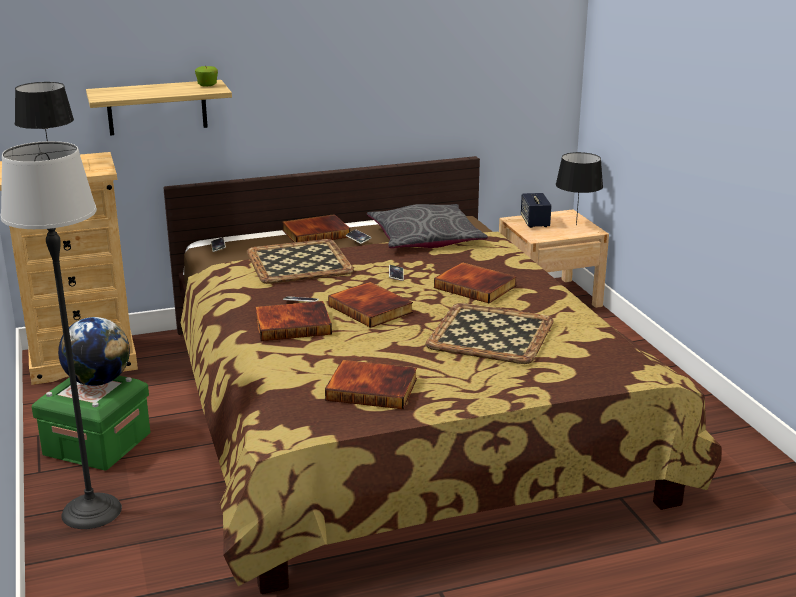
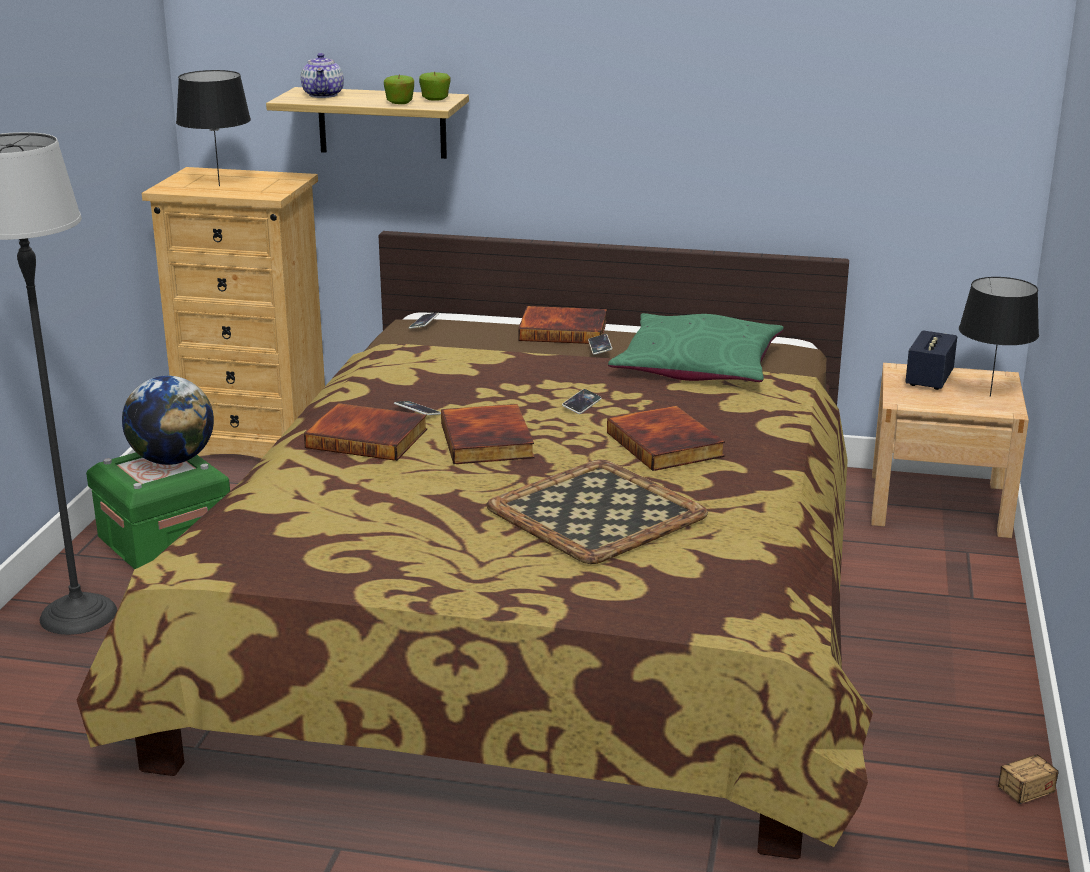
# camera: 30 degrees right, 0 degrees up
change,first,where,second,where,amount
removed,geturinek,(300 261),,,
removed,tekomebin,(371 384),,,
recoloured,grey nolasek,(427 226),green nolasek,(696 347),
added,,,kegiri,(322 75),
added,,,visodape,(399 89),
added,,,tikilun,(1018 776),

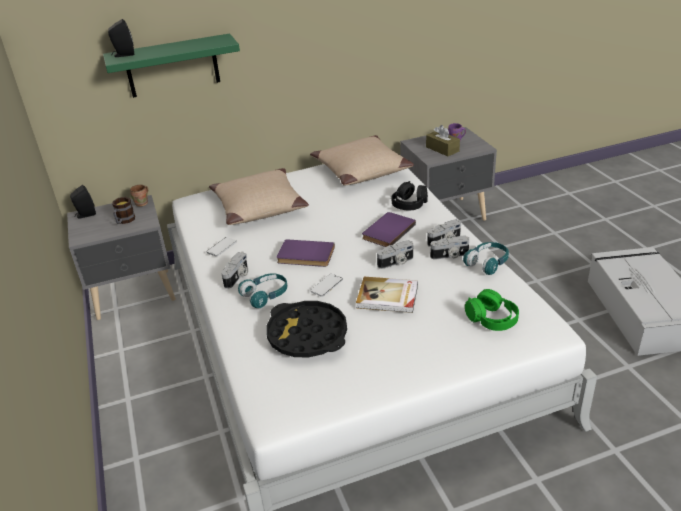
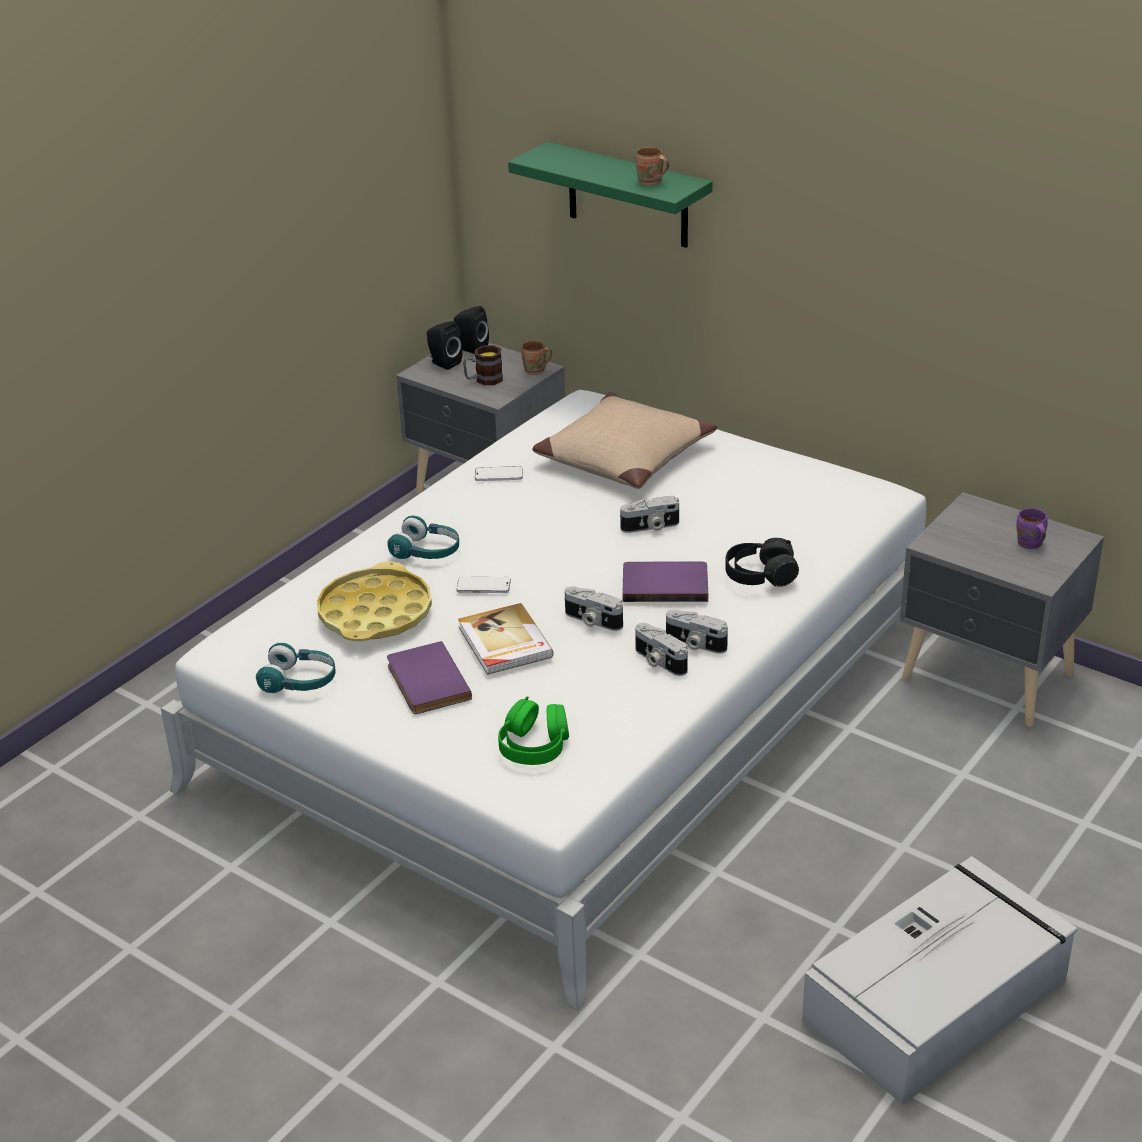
# camera: 55 degrees right, 0 degrees up
change,first,where,second,where,amount
moved,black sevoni,(121 38),,(445 345),
moved,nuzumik,(234 270),,(649 514),
recoloured,black geturinek,(306 329),yellow geturinek,(374 601),
moved,purple tekomebin,(306 253),,(429 677),
removed,beige nolasek,(362 160),,,
removed,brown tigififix,(443 140),,,
moved,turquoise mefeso,(486 258),,(296 668),
added,,,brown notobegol,(652 166),

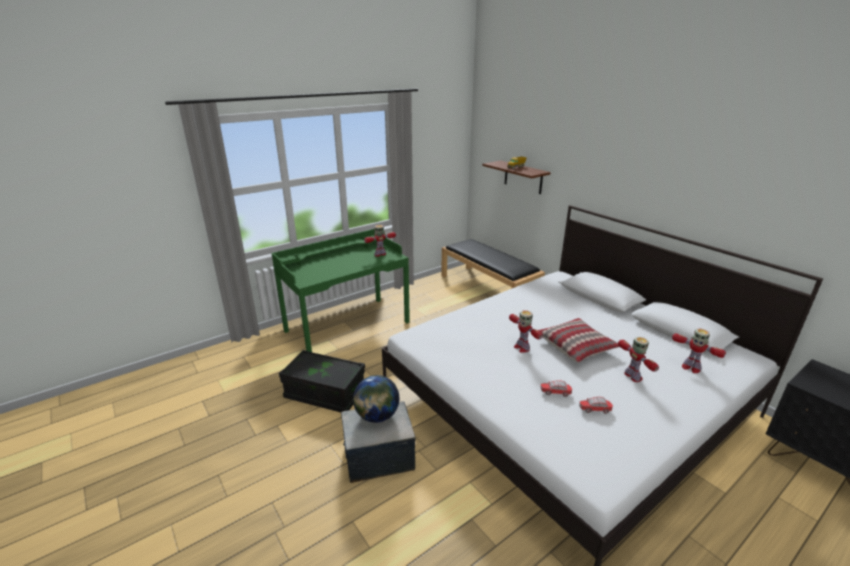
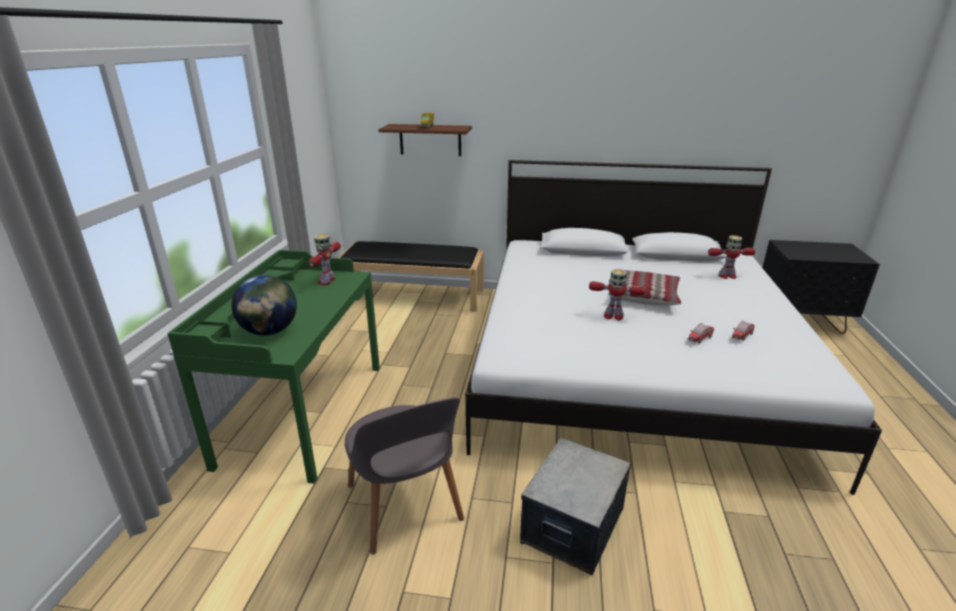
# camera: 45 degrees left, 0 degrees up
change,first,where,second,where,amount
replaced,black tikilun,(322 381),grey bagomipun,(404 476),
moved,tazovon,(376 399),,(264 305),
removed,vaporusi,(638 359),,,

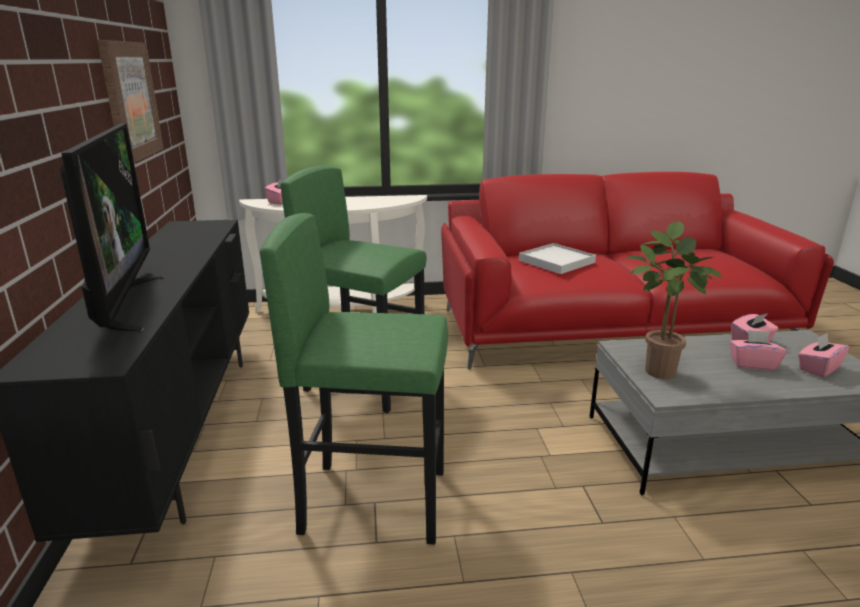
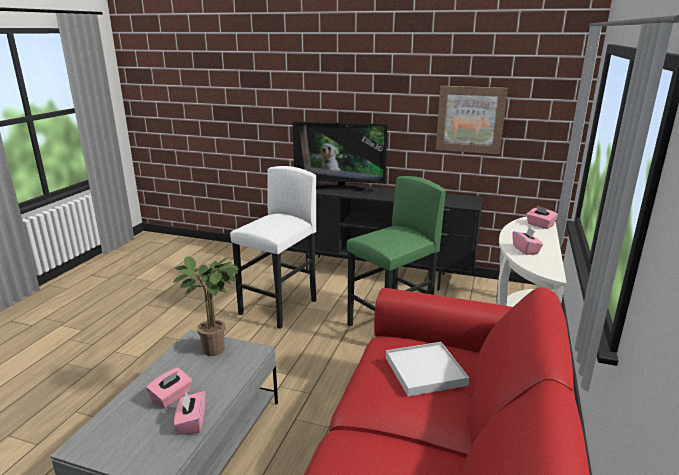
# camera: 115 degrees right, 0 degrees up
change,first,where,second,where,amount
recoloured,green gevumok,(354 379),white gevumok,(273 247),
moved,pink tigififix,(823 355),,(527 241),

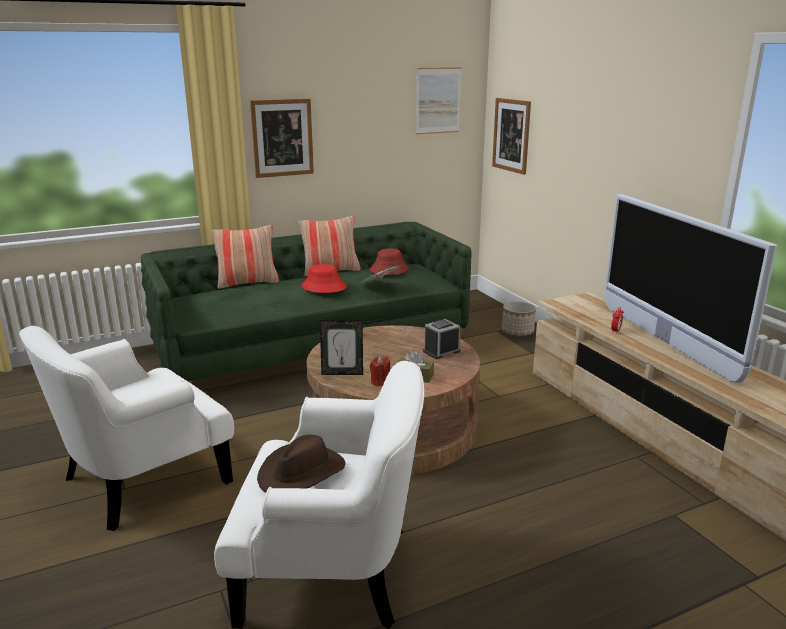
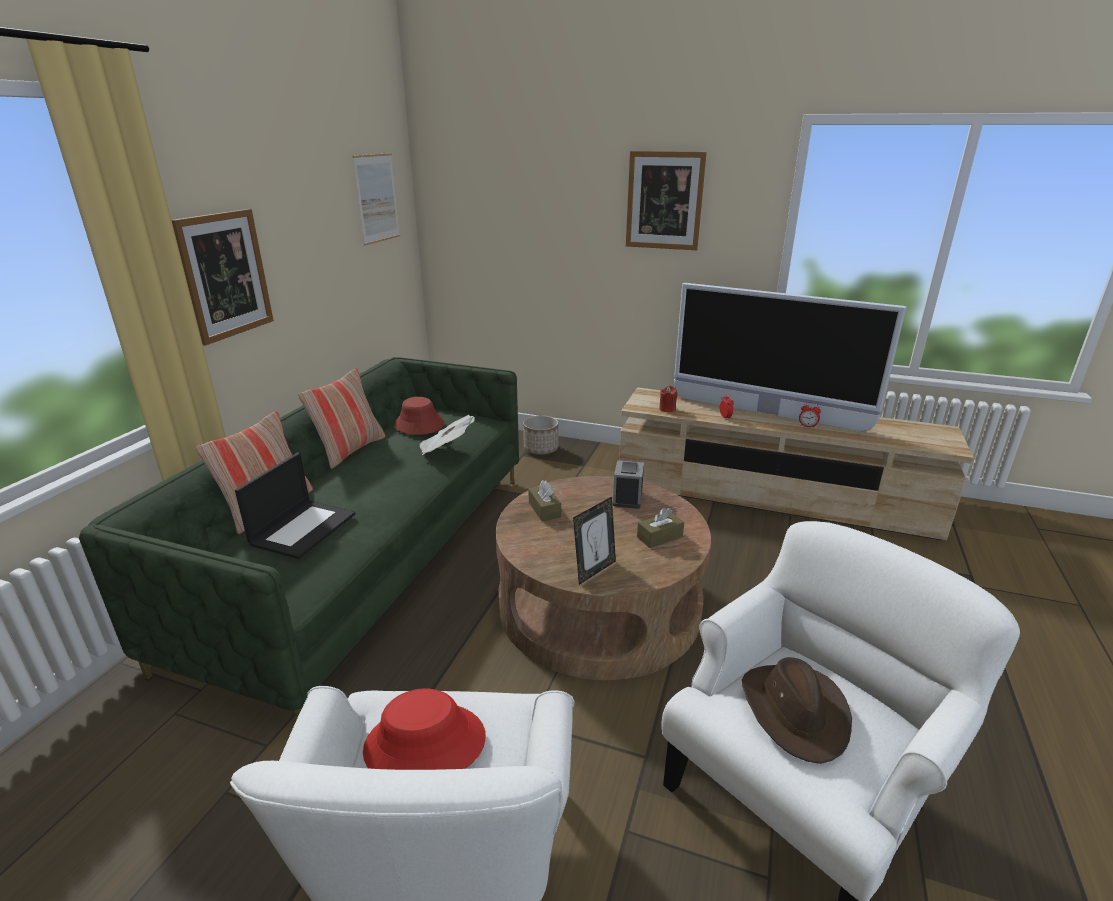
# camera: 45 degrees left, 5 degrees up
change,first,where,second,where,amount
moved,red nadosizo,(324 278),,(424 729),
moved,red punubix,(380 371),,(668 399),
moved,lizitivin,(511 136),,(666 200),
added,,,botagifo,(295 505),
added,,,brown tigififix,(544 500),
added,,,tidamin,(810 415),

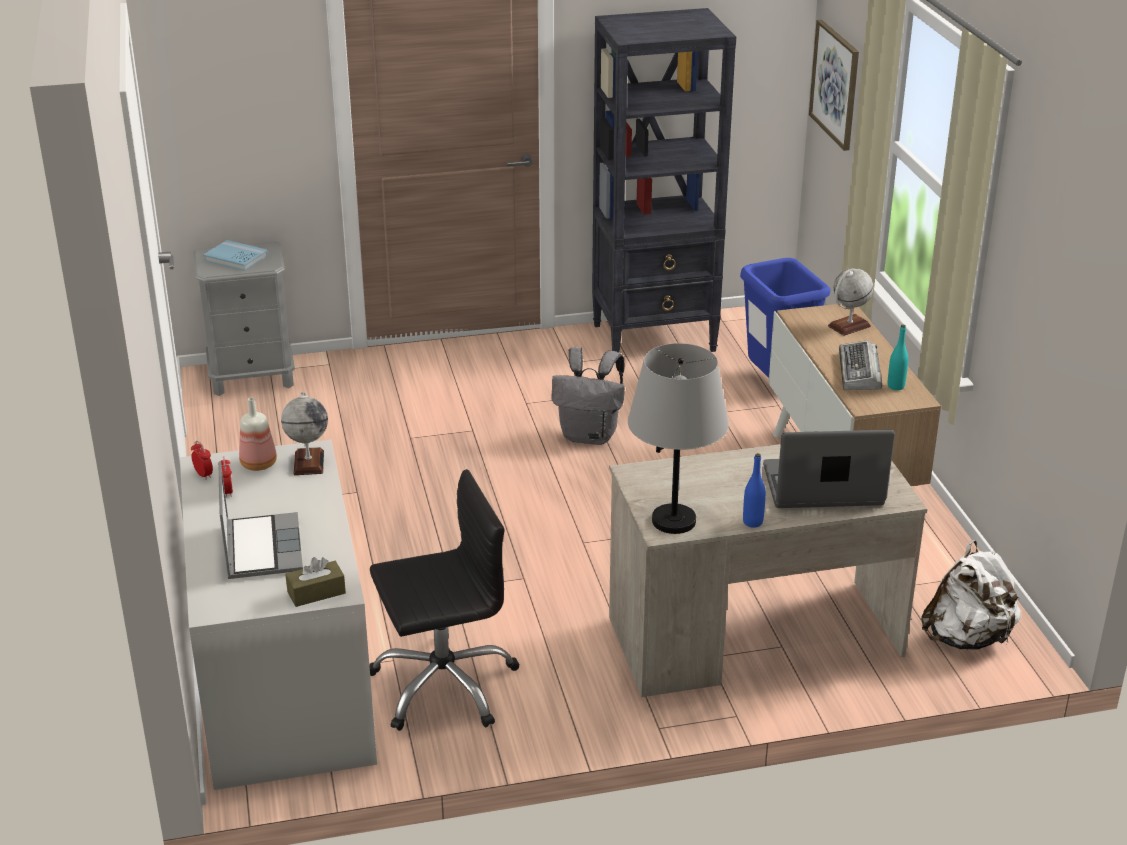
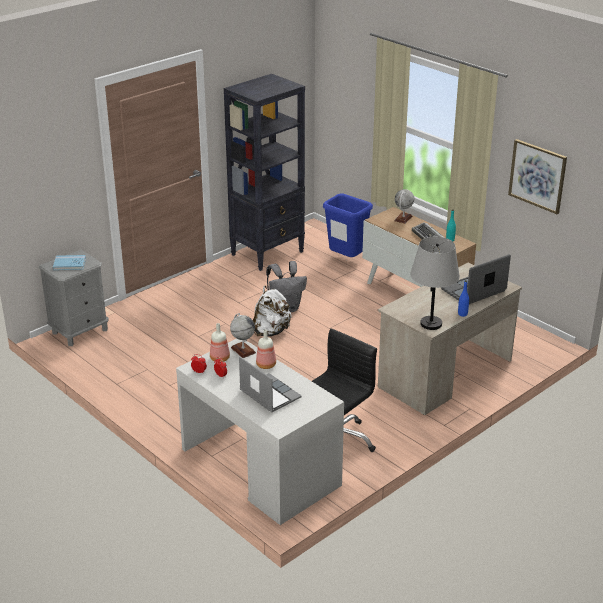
# camera: 30 degrees left, 0 degrees up
change,first,where,second,where,amount
removed,brown tigififix,(315 582),,,
moved,lizitivin,(834 85),,(537 176),
moved,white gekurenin,(971 595),,(272 311),
added,,,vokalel,(266 349),

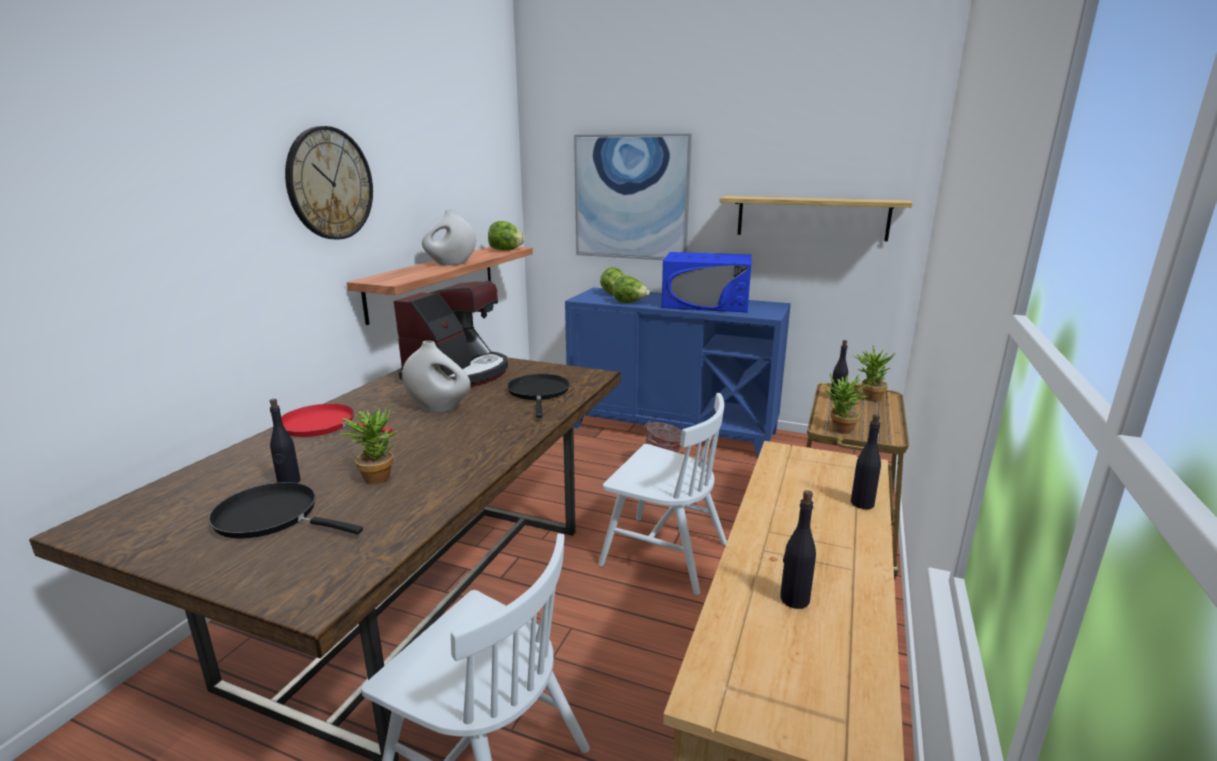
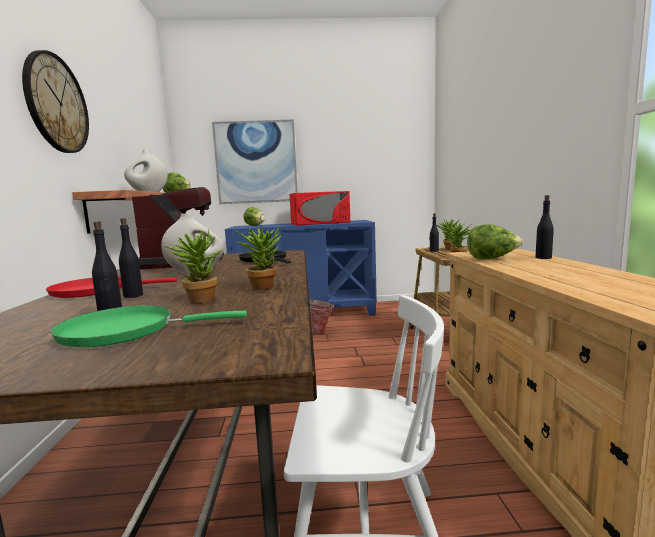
# camera: 25 degrees left, 10 degrees down
change,first,where,second,where,amount
recoloured,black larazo,(285 510),green larazo,(148 326),
removed,white bagomipun,(662 494),,,
moved,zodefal,(631 289),,(495 241),
recoloured,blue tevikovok,(707 282),red tevikovok,(319 208),
removed,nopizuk,(816 218),,,
moved,black vokalel,(798 549),,(131 258),
added,,,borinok,(258 257),

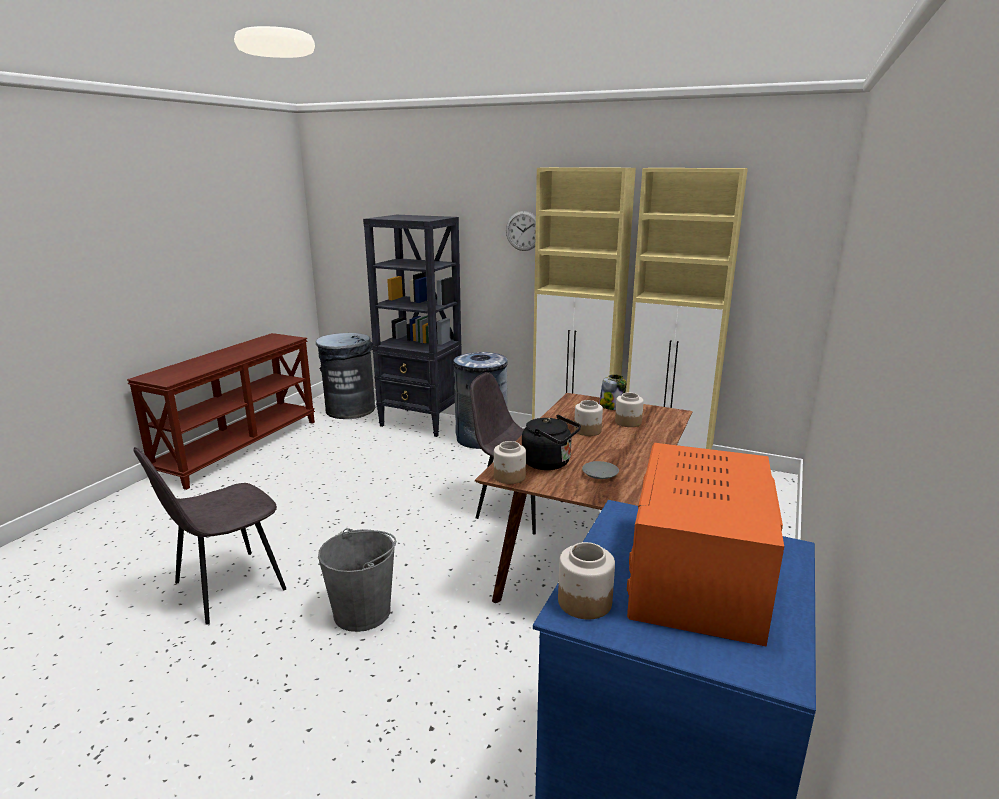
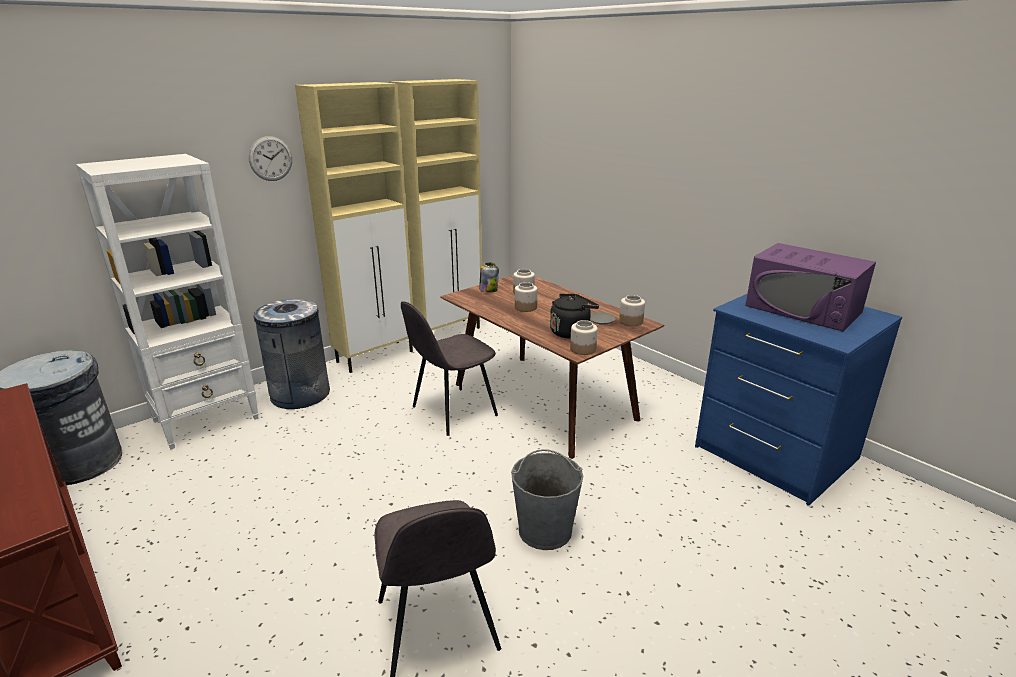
# camera: 65 degrees left, 5 degrees up
change,first,where,second,where,amount
recoloured,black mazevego,(412 326),white mazevego,(167 301),
moved,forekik,(586 580),,(632 310),
recoloured,orange tevikovok,(705 545),purple tevikovok,(810 287),

